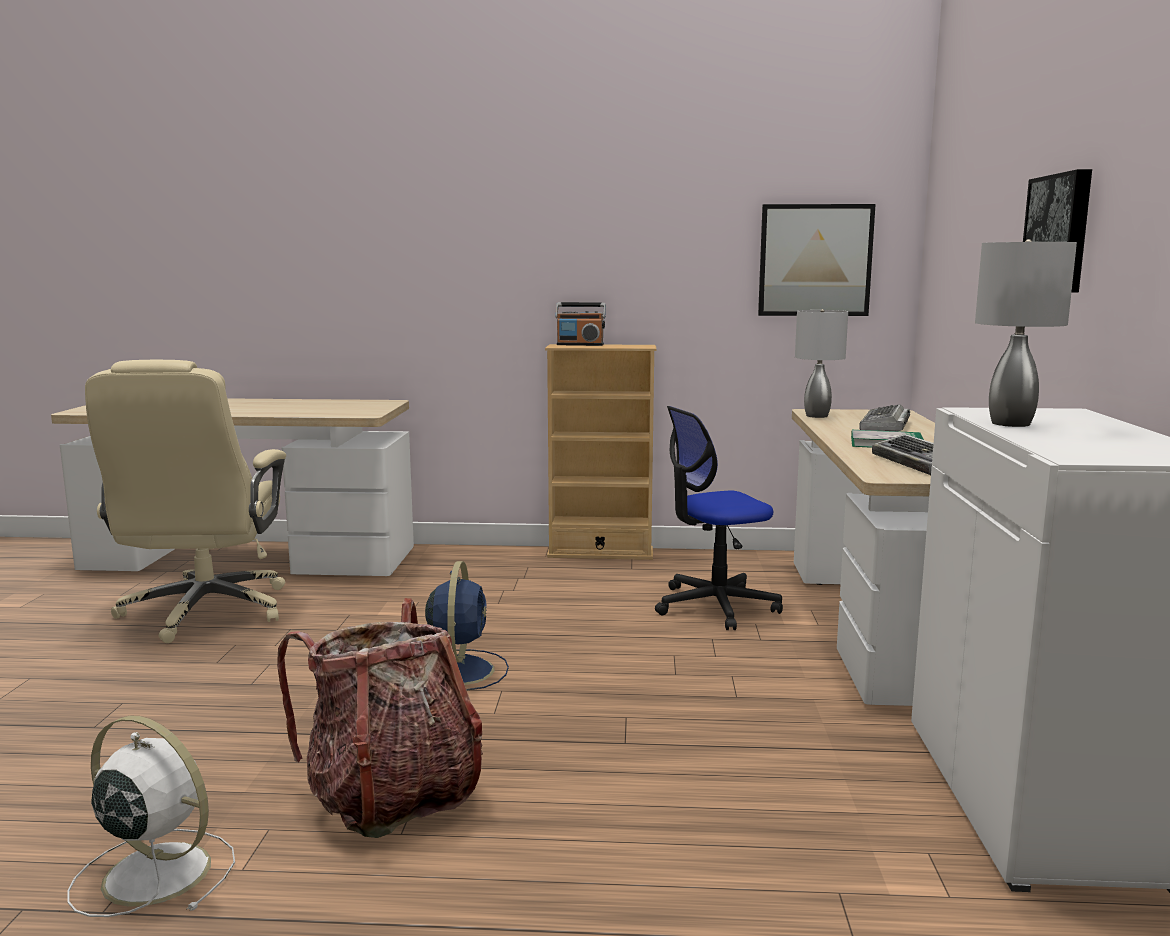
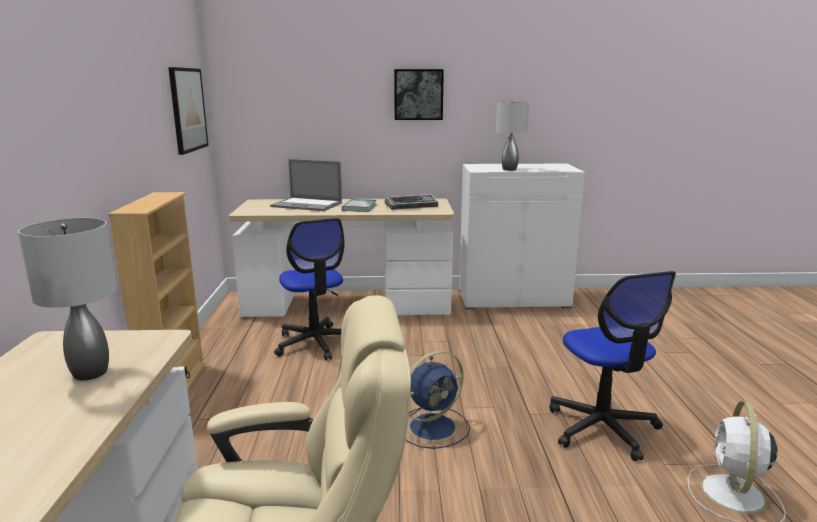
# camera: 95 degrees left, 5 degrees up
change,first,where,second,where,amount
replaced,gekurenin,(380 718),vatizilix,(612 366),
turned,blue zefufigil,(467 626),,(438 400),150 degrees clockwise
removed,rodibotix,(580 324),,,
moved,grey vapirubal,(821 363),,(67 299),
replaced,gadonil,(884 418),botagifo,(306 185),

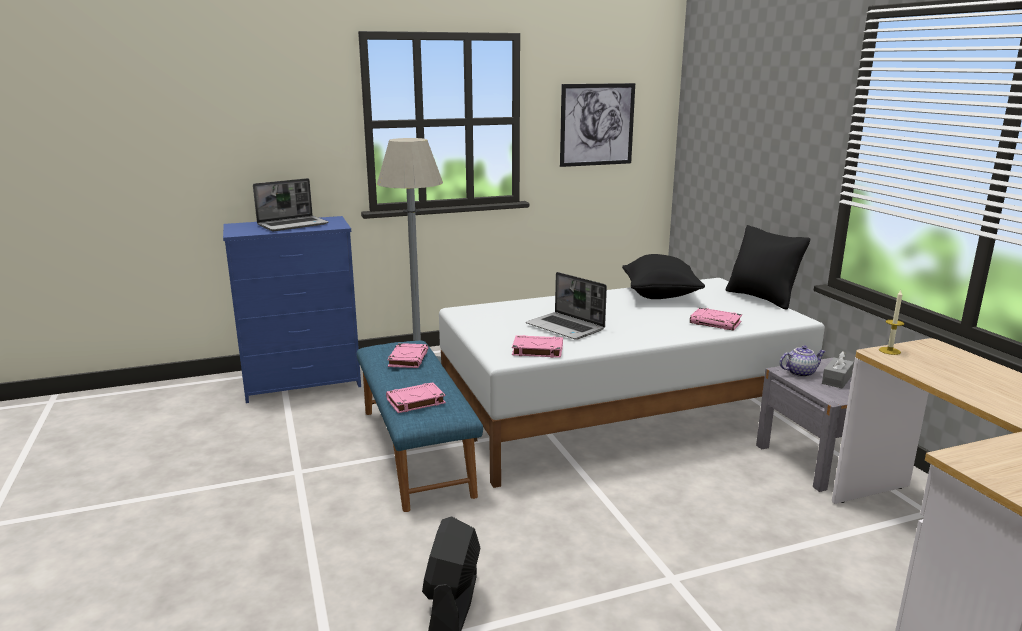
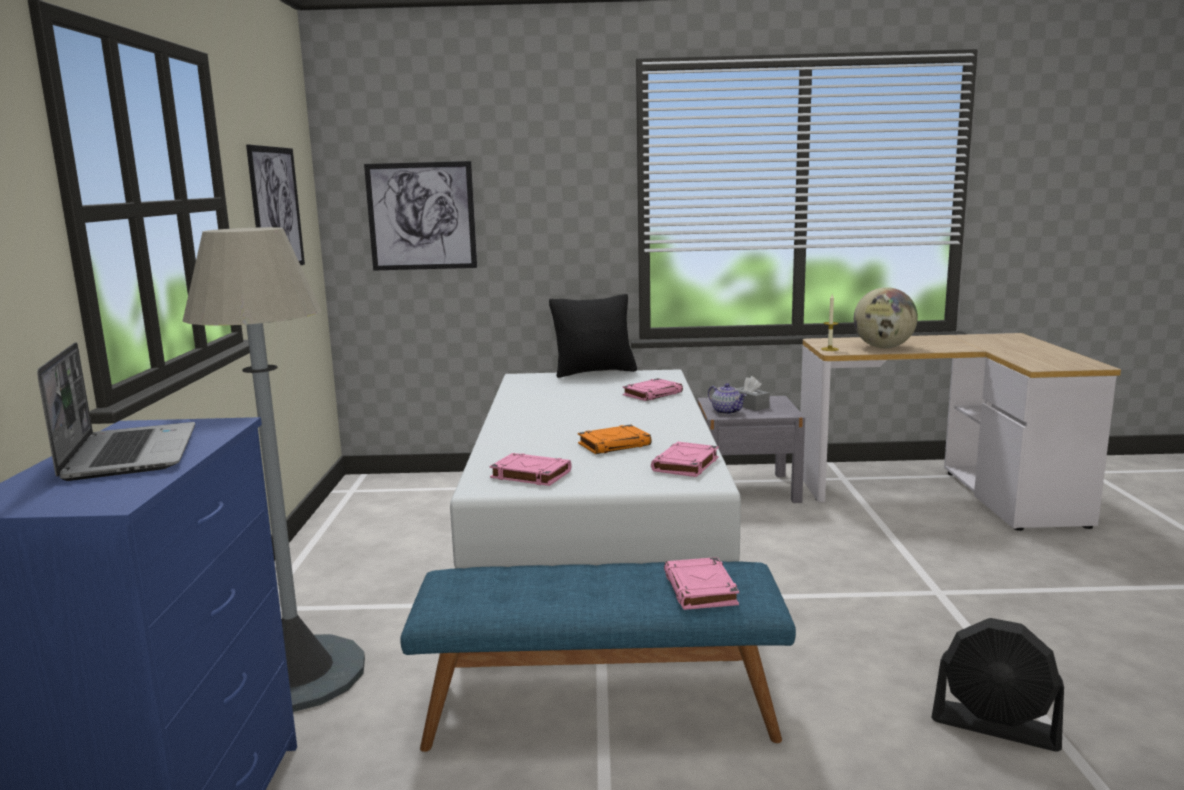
# camera: 70 degrees left, 5 degrees down
change,first,where,second,where,amount
moved,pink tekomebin,(407 355),,(530 469),
replaced,botagifo,(566 306),orange tekomebin,(614 439),
removed,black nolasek,(663 276),,,
turned,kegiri,(803 361),,(727 399),135 degrees clockwise
added,,,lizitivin,(420 216),
added,,,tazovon,(886 317),

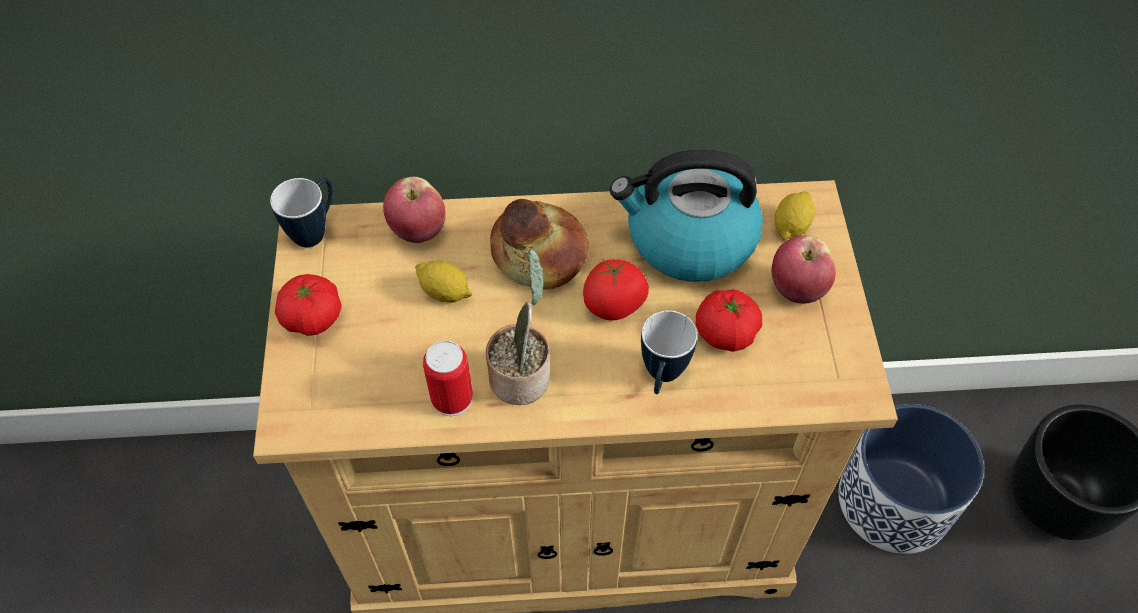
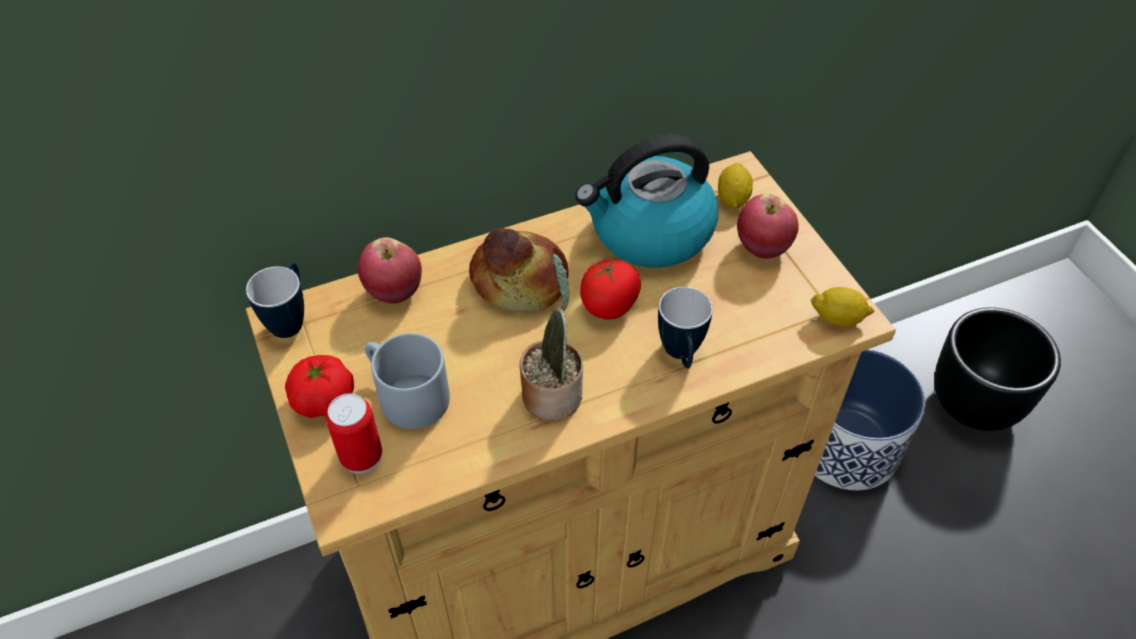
# camera: 20 degrees left, 5 degrees down
change,first,where,second,where,amount
moved,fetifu,(443 281),,(842 306),
moved,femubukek,(448 378),,(354 434),
removed,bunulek,(729 320),,,
added,,,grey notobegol,(407 381),

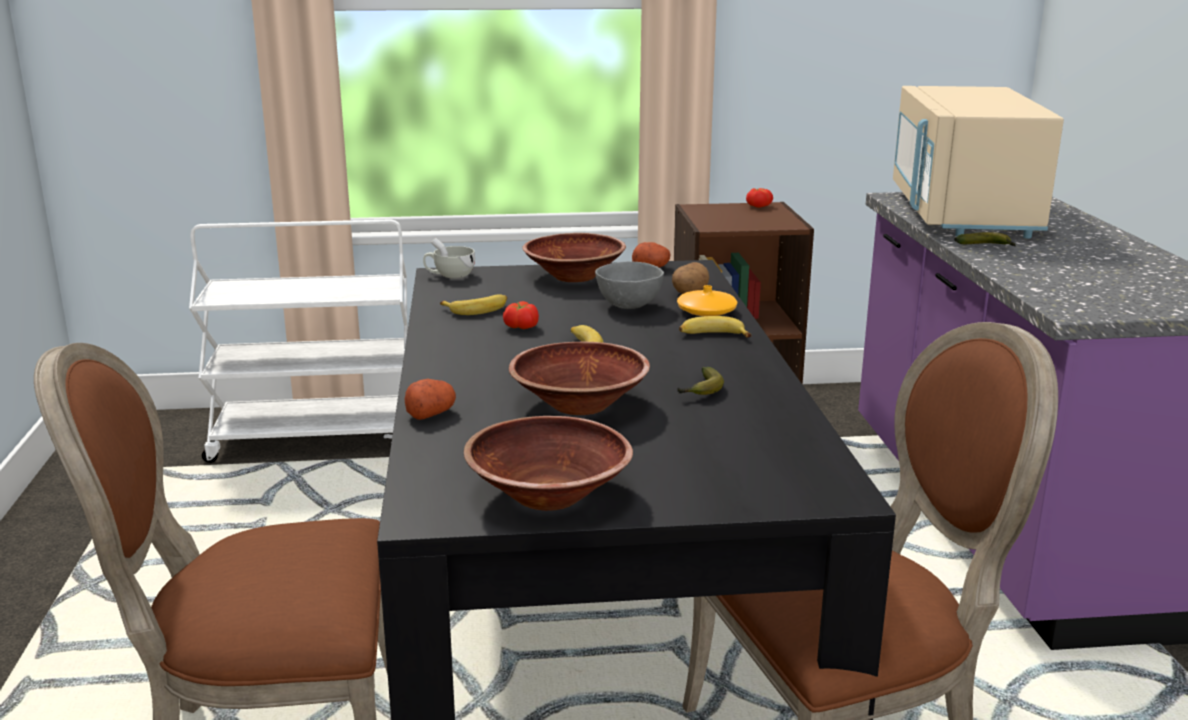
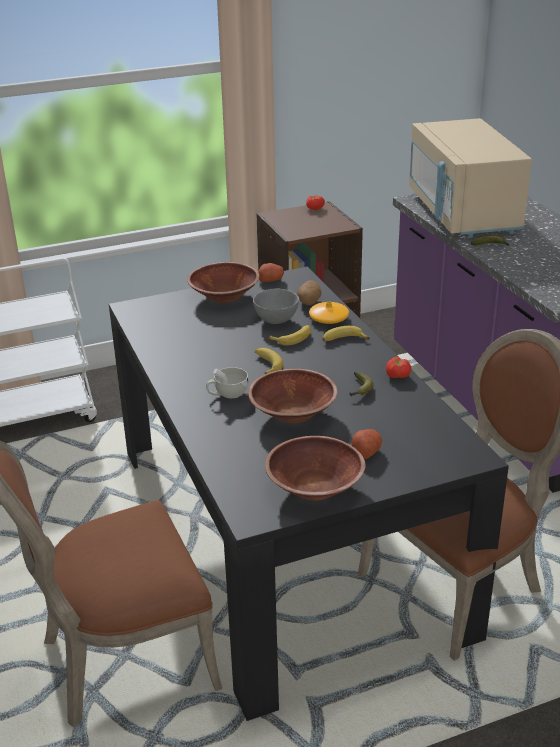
# camera: 15 degrees left, 10 degrees up
change,first,where,second,where,amount
moved,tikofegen,(430 399),,(367 444),
moved,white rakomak,(449 258),,(227 382),
moved,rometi,(473 304),,(289 335),
moved,bunulek,(521 315),,(398 367),

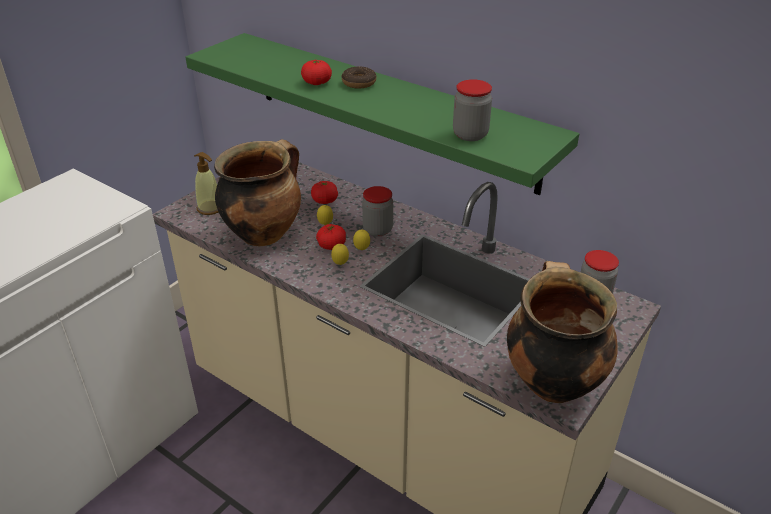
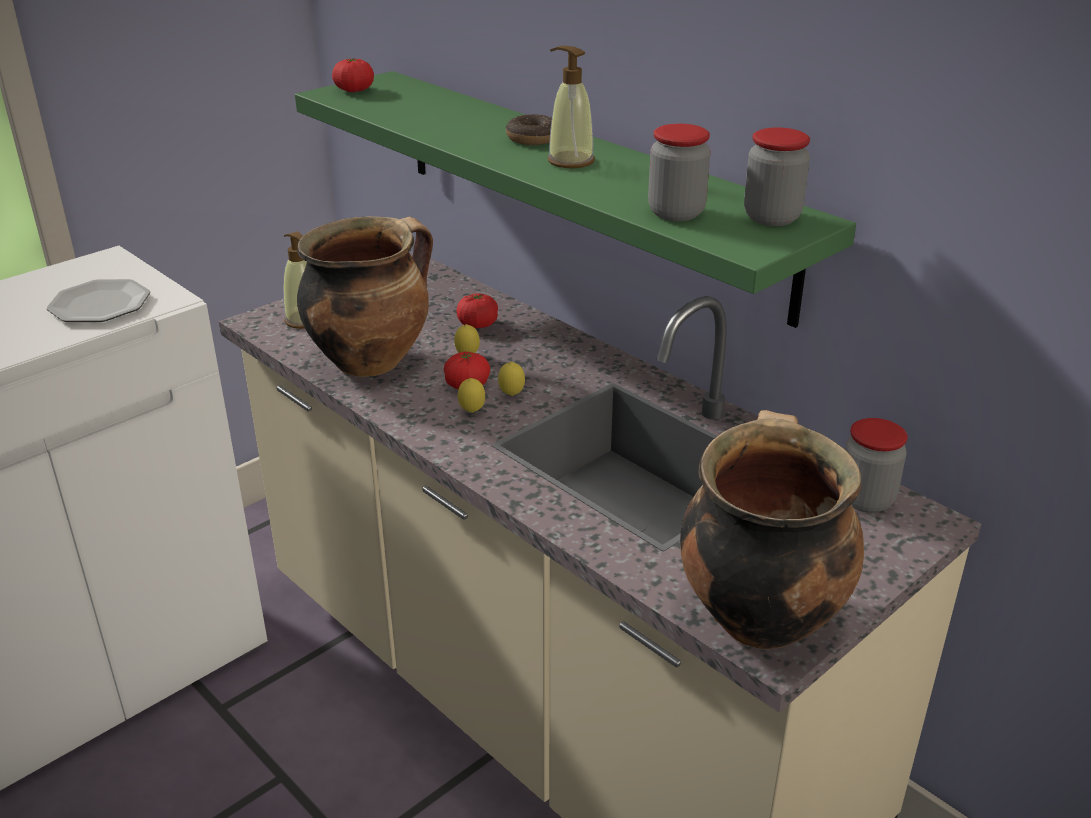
# camera: 10 degrees right, 5 degrees down
change,first,where,second,where,amount
moved,bunulek,(316 72),,(353 75),
moved,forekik,(377 211),,(777 176),
added,,,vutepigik,(98 300),
added,,,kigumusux,(571 107),

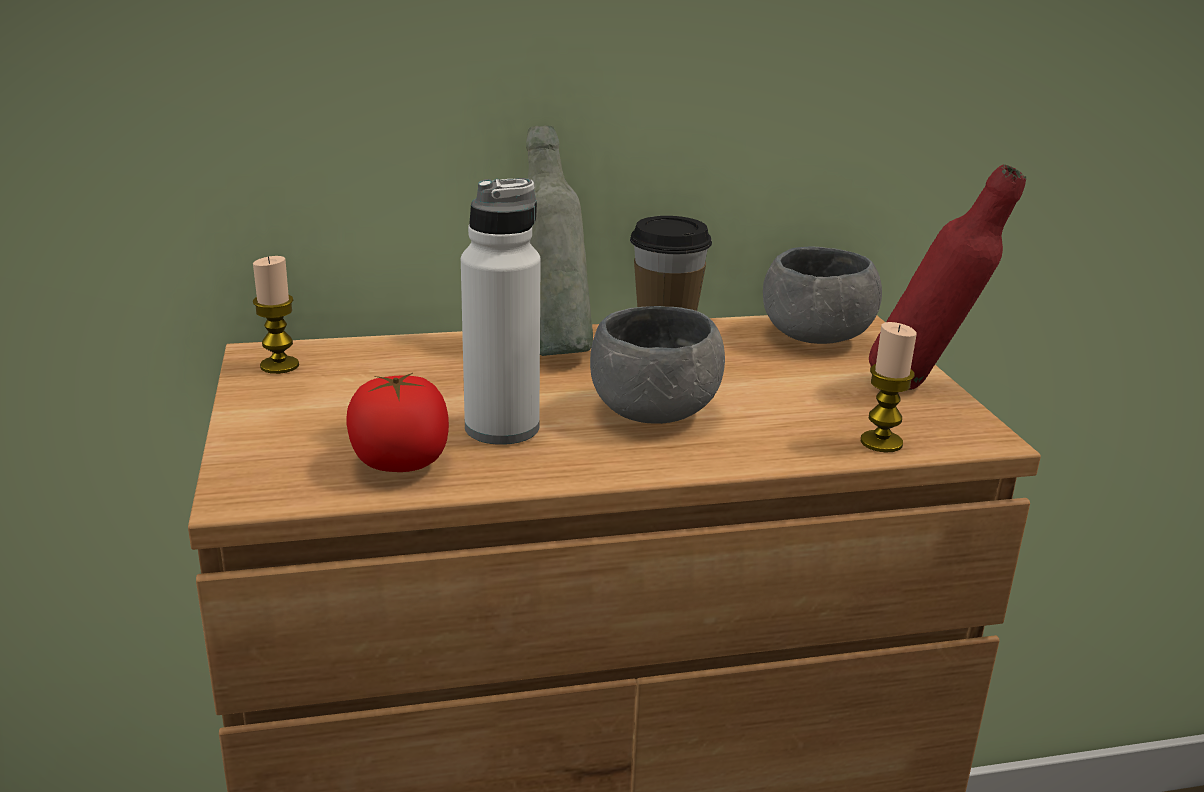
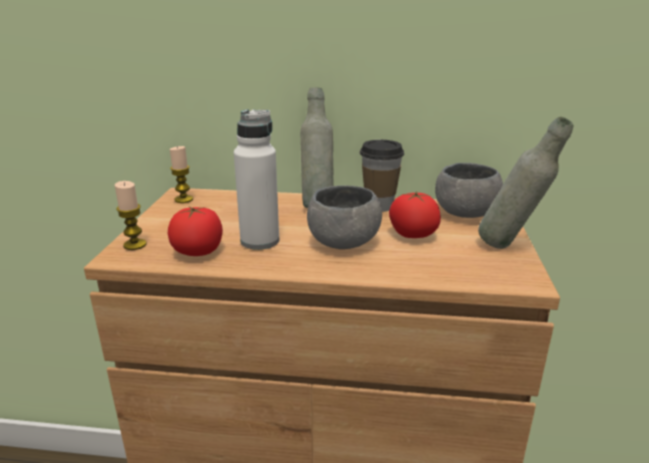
# camera: 20 degrees right, 0 degrees up
change,first,where,second,where,amount
moved,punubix,(889 387),,(130 215),
recoloured,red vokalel,(947 277),grey vokalel,(526 183),
added,,,bunulek,(415 214),

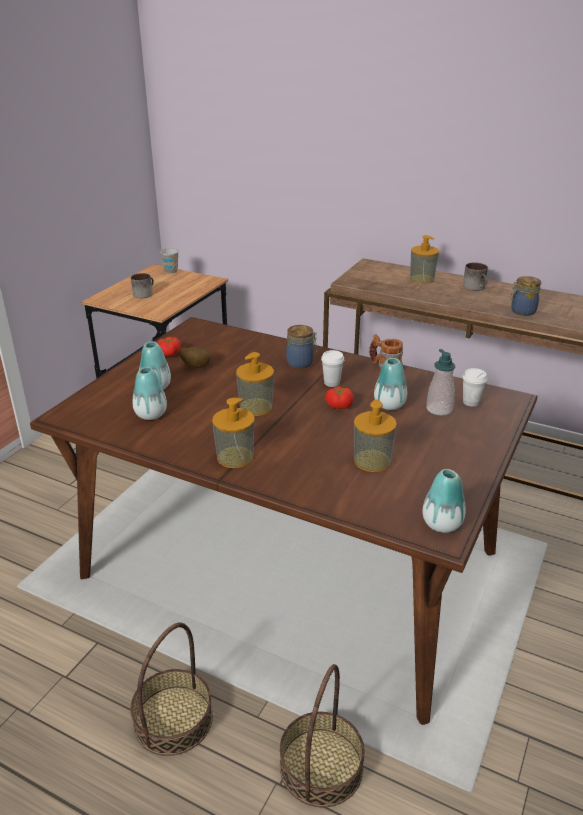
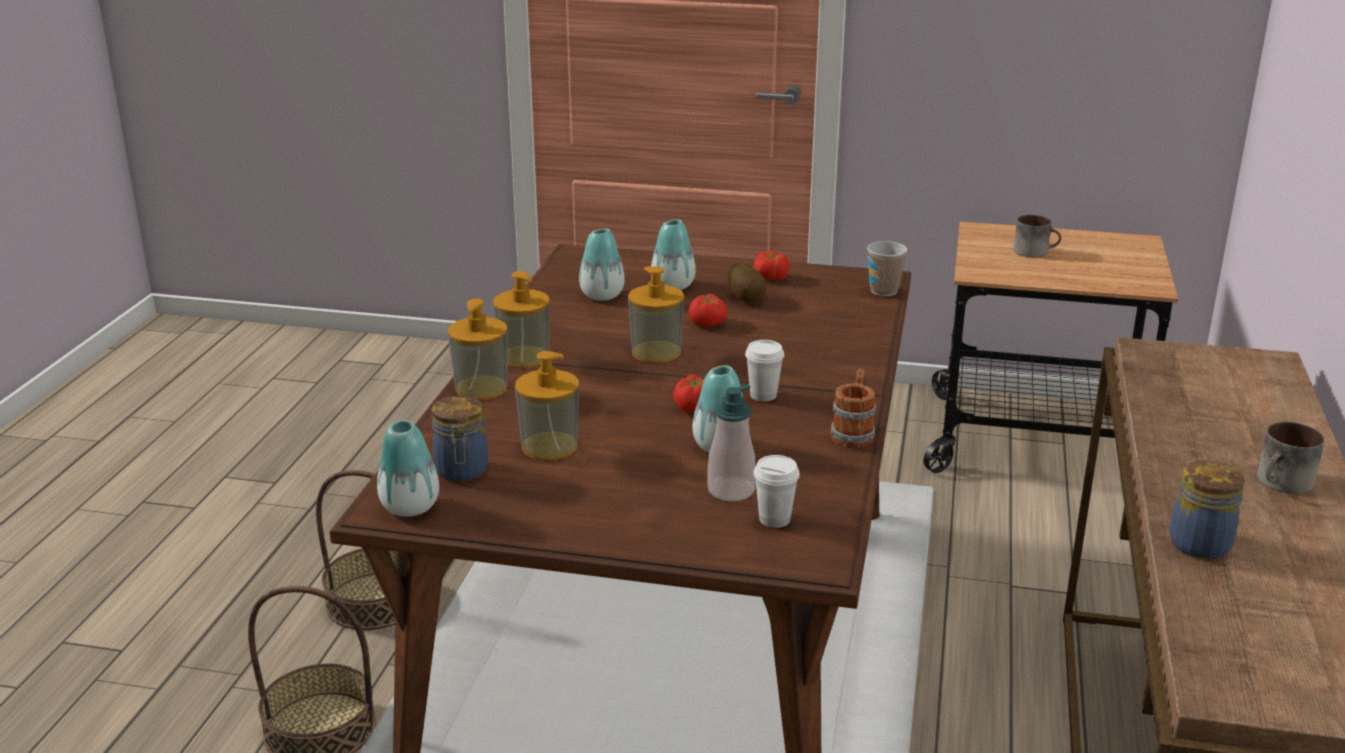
# camera: 75 degrees right, 5 degrees down
change,first,where,second,where,amount
moved,rakomak,(169 261),,(887 268),
moved,forekik,(301 347),,(460 439),
moved,kigumusux,(424 259),,(477 349),
added,,,bunulek,(708 310),

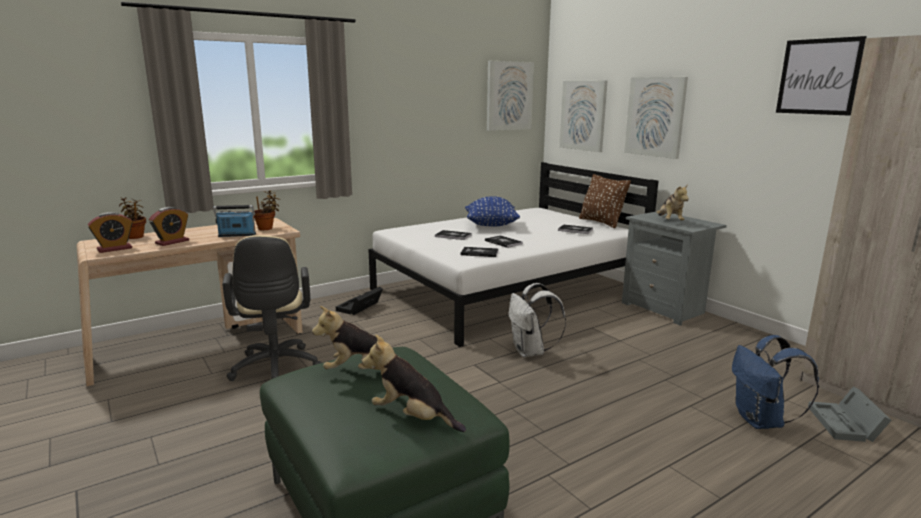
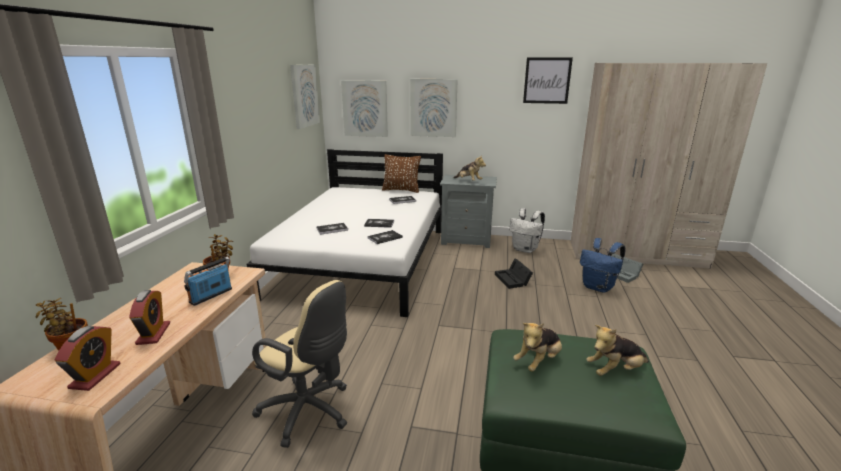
# camera: 45 degrees left, 5 degrees up
change,first,where,second,where,amount
moved,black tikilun,(359 301),,(514 274),
removed,blue nolasek,(492 211),,,
moved,white gekurenin,(537 320),,(527 230),

